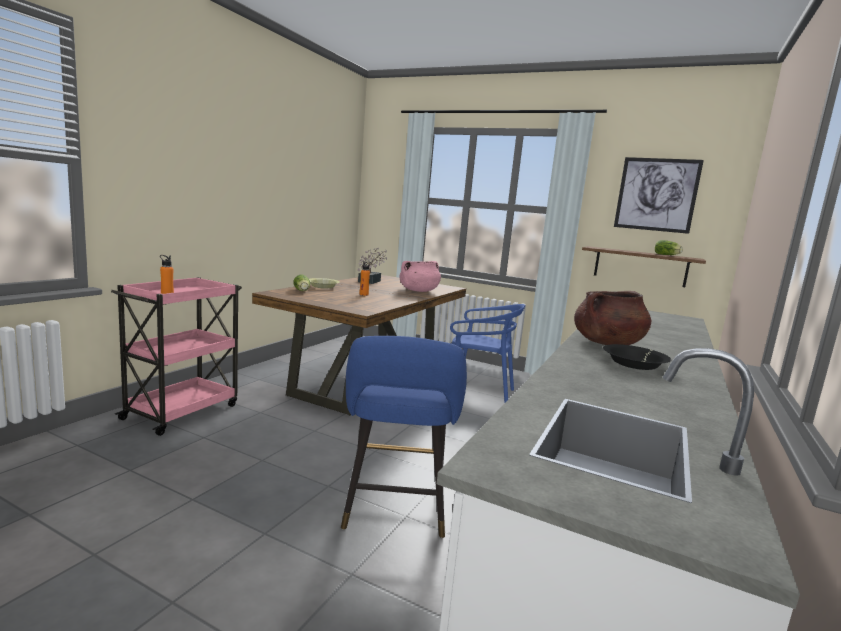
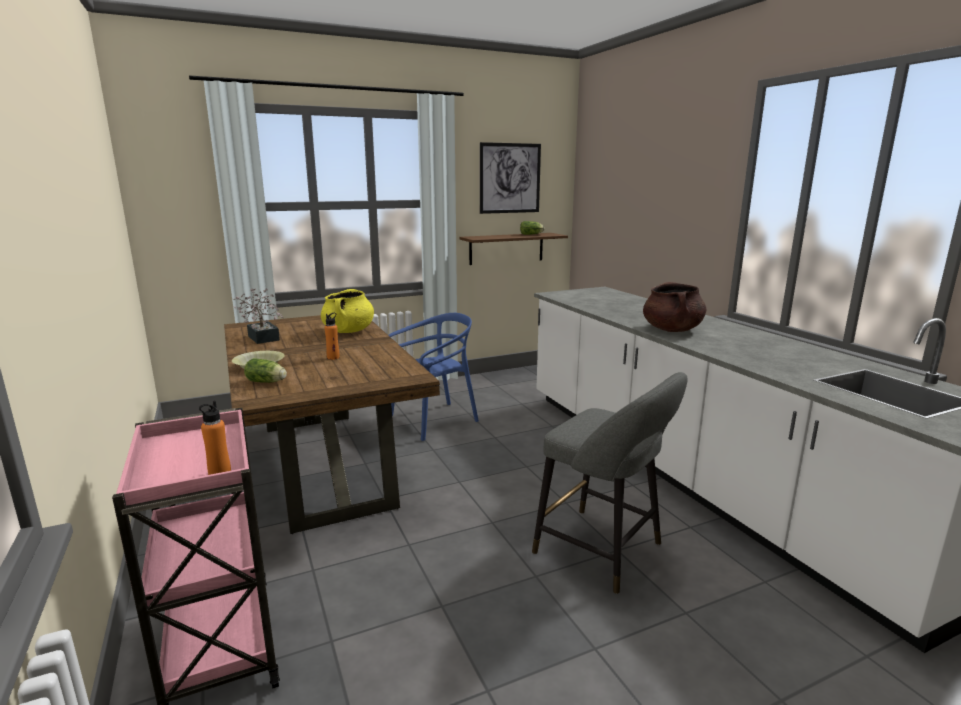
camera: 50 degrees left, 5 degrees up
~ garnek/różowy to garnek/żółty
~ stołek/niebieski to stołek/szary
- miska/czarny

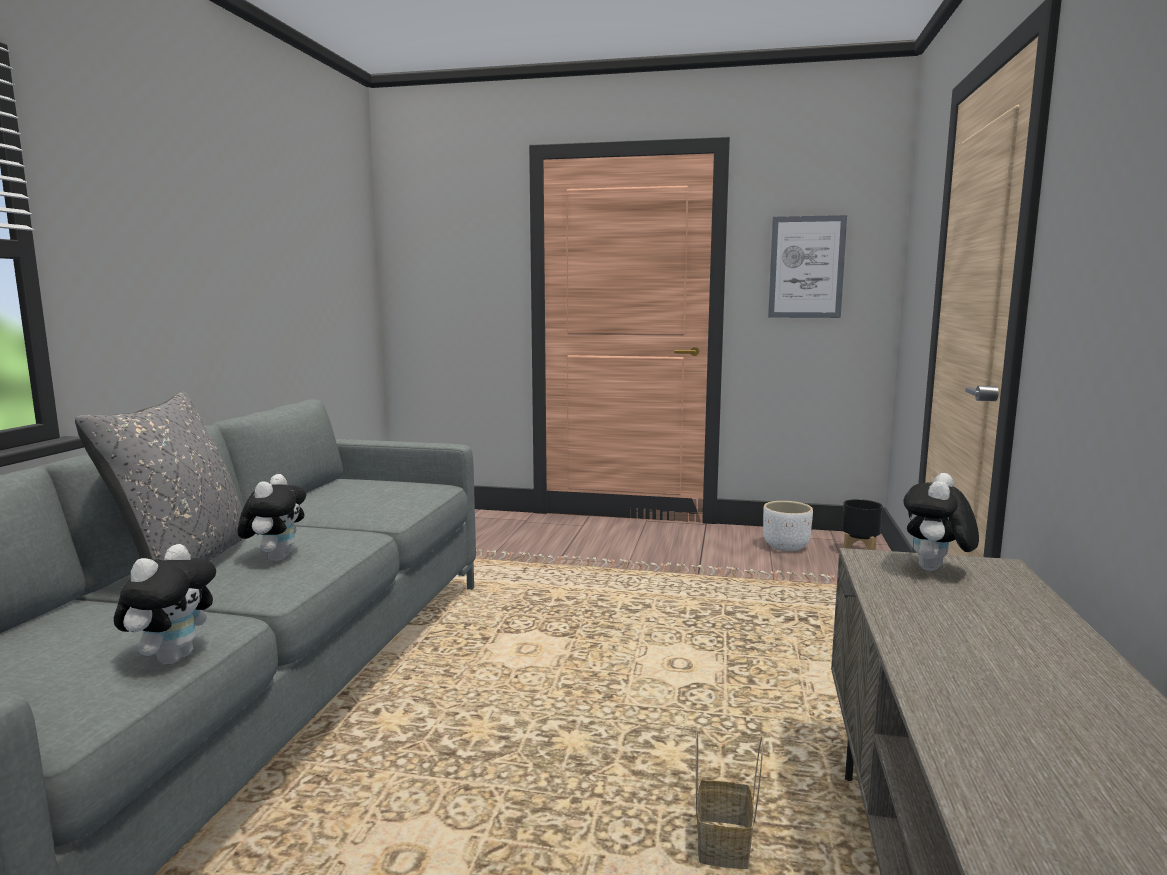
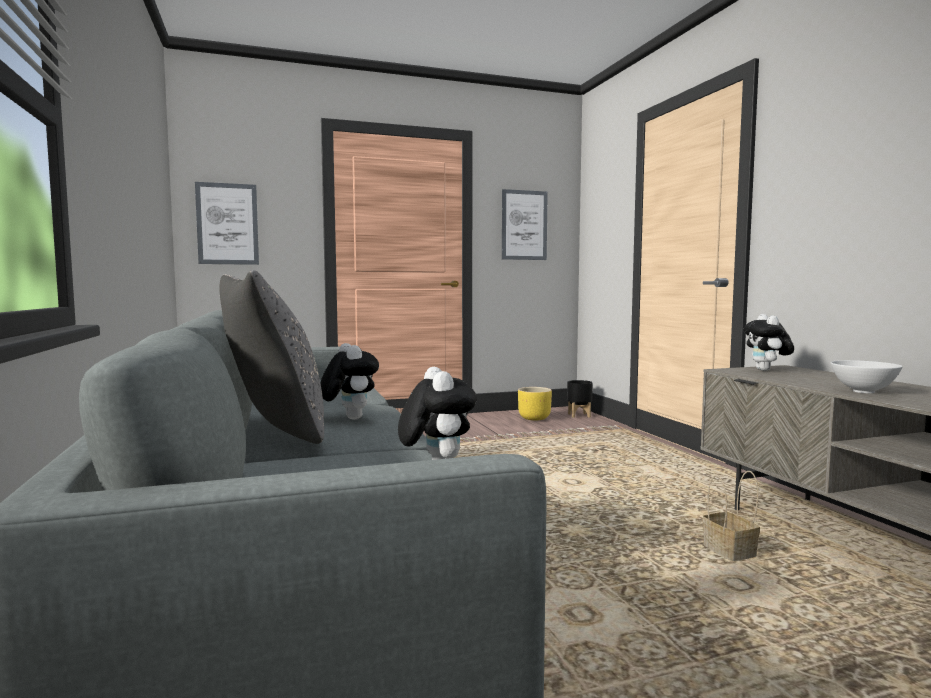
camera: 30 degrees left, 5 degrees down
+ obraz (1st from left)
~ donica/biały to donica/żółty
+ miska/biały

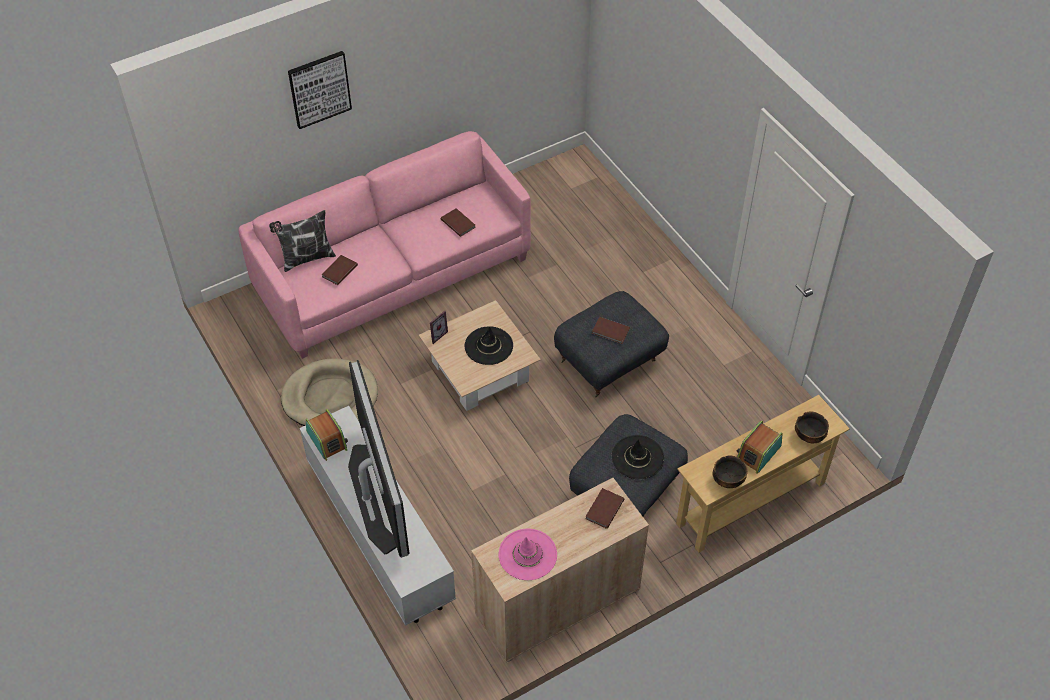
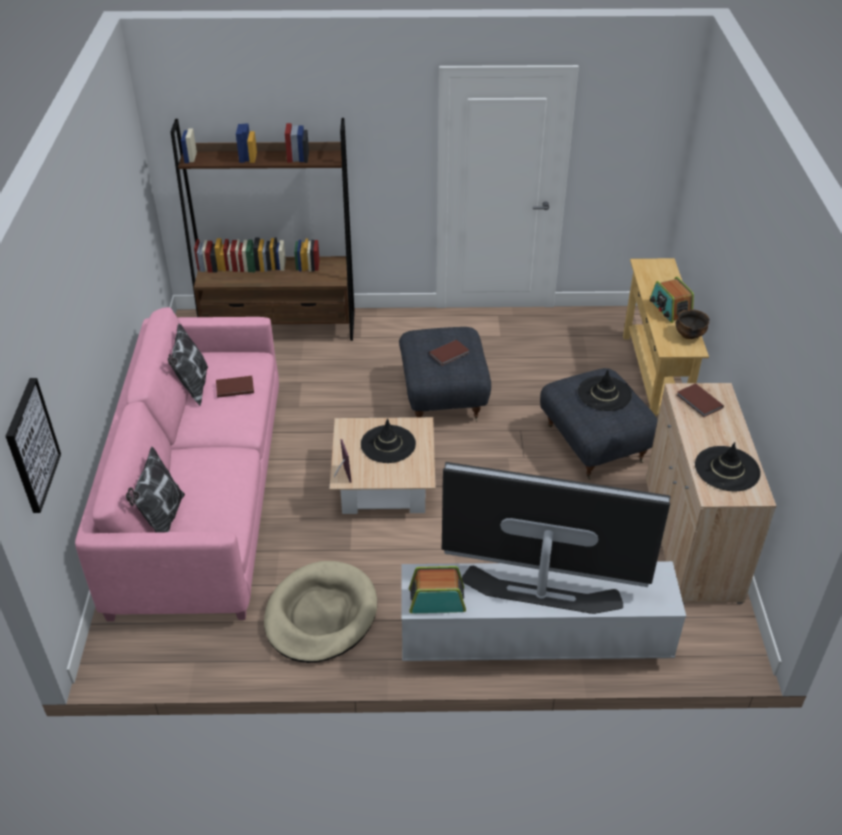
camera: 60 degrees left, 10 degrees down
~ obraz
+ poduszka (2nd from left)
+ regał/brązowy
~ kapelusz/różowy to kapelusz/czarny (3rd from left)
- książka/brązowy (1st from left)
- miska (2nd from left)

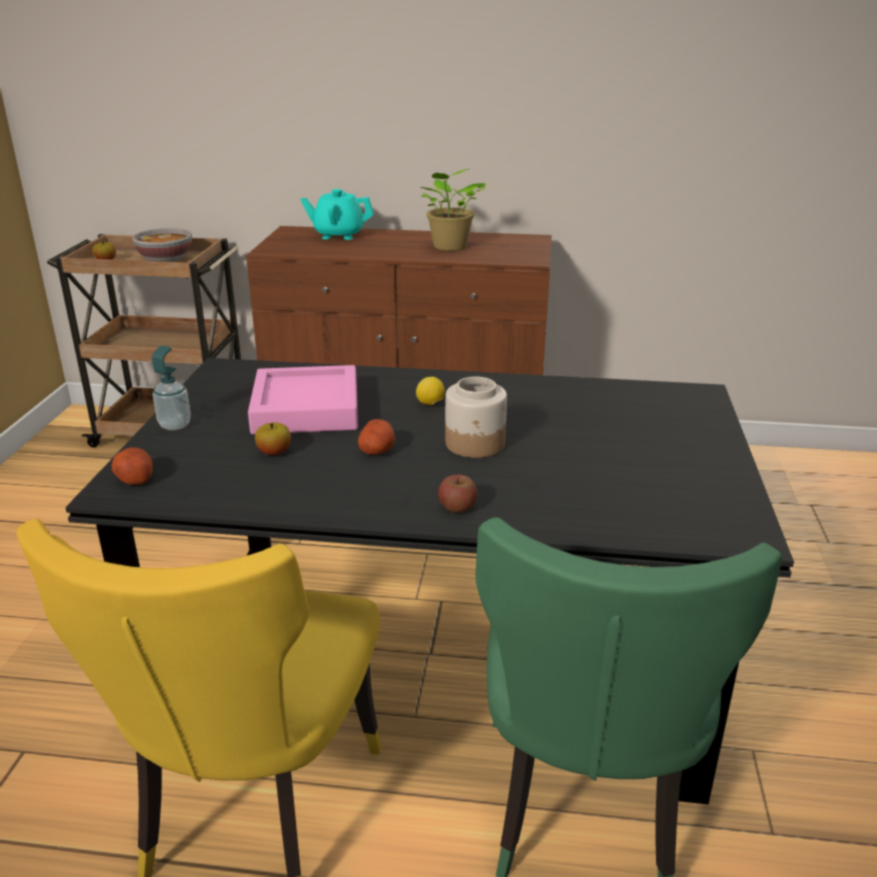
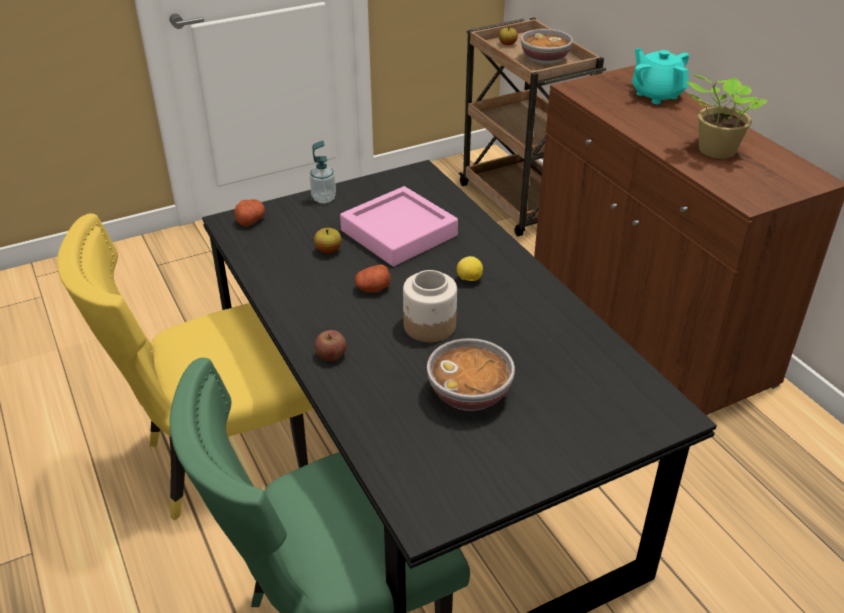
camera: 55 degrees right, 10 degrees up
+ miska (1st from left)

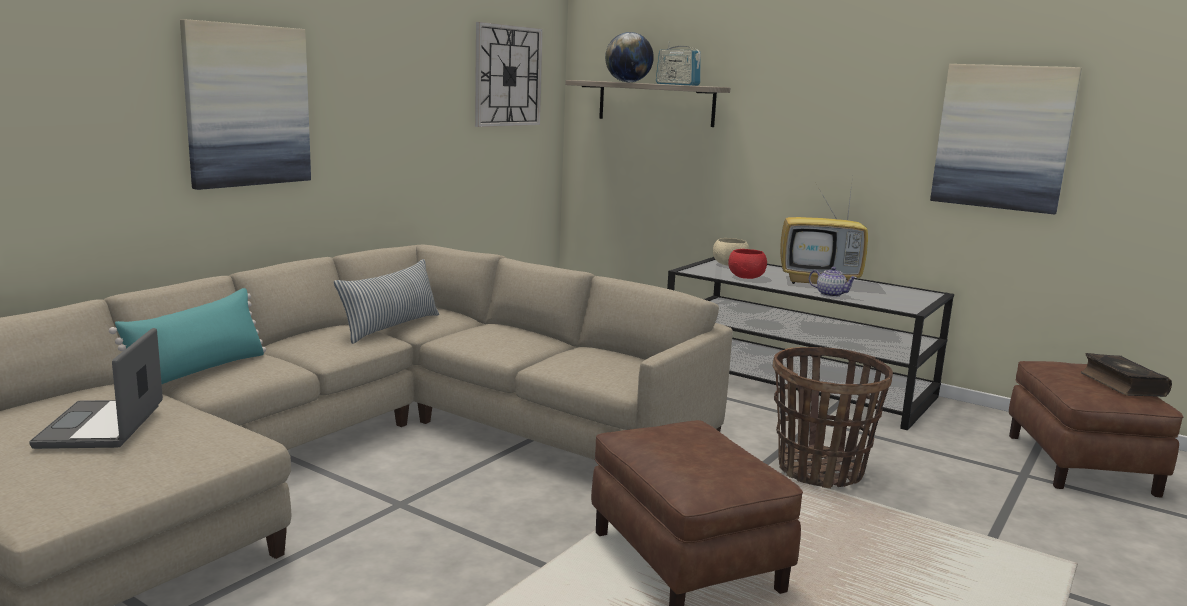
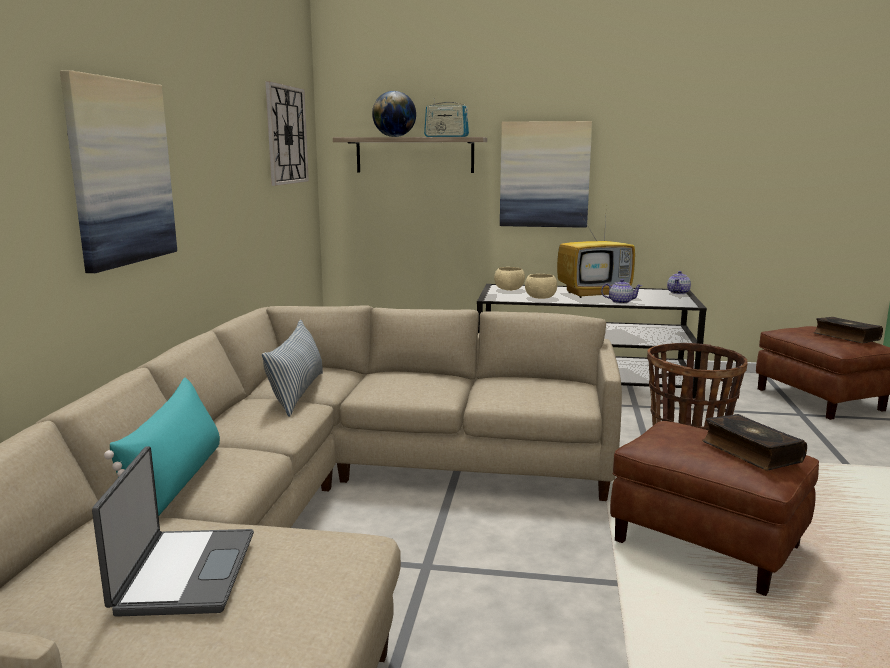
camera: 25 degrees left, 0 degrees up
~ laptop 150 degrees counterclockwise
~ obraz (2nd from left)
~ miska/czerwony to miska/beżowy (2nd from left)
+ imbryk (2nd from left)
+ książka (1st from left)

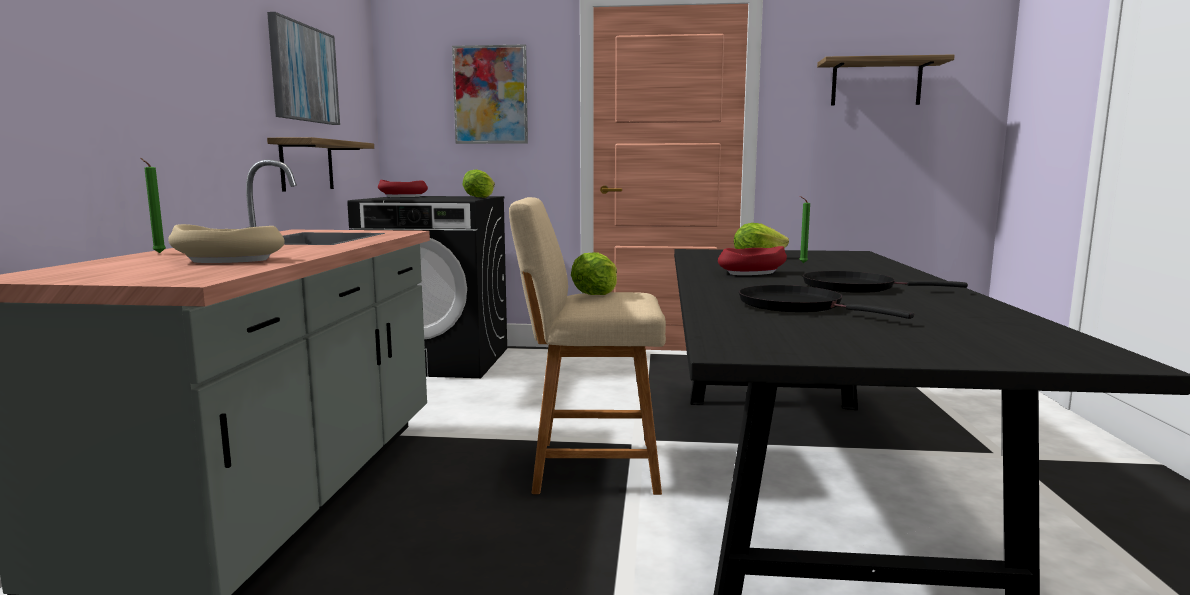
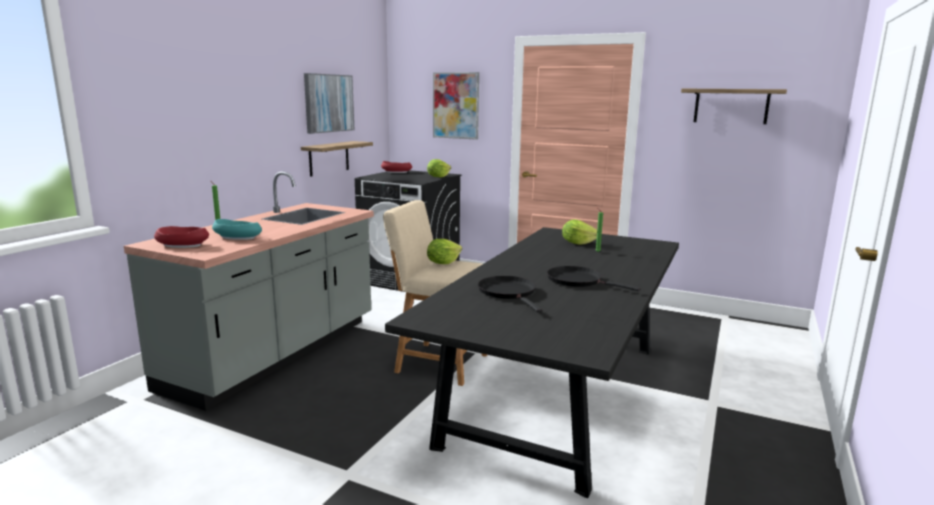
camera: 20 degrees right, 5 degrees up
~ miska/czerwony (2nd from left in the first image) to miska/czerwony (1st from left)
~ miska/beżowy to miska/turkusowy

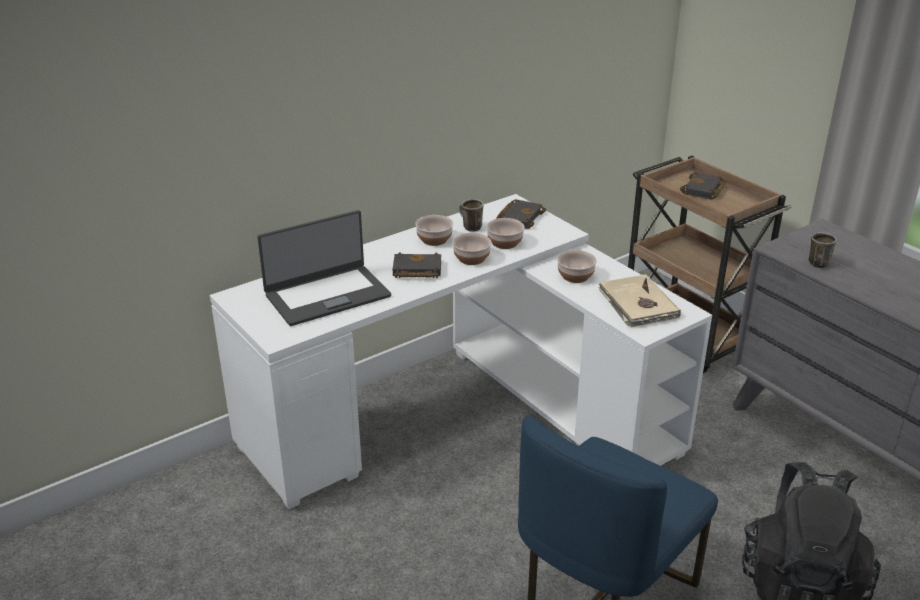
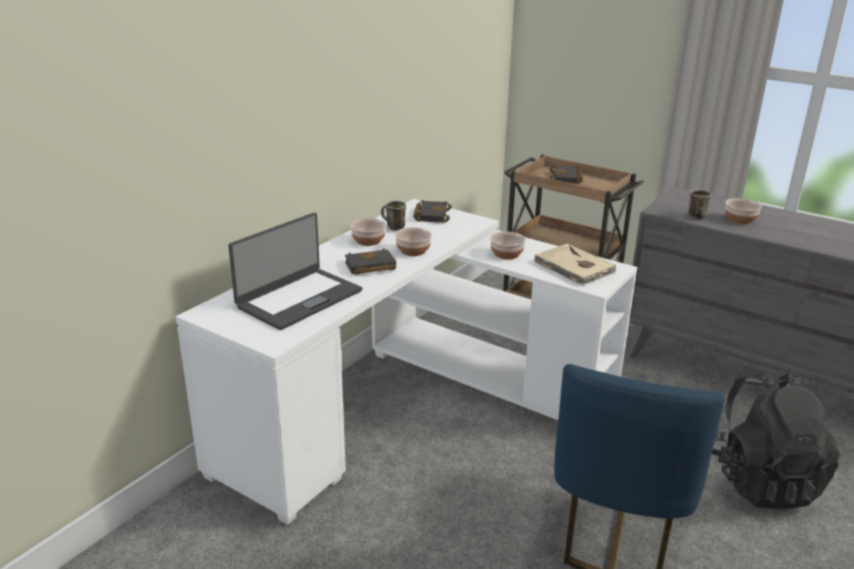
camera: 20 degrees left, 5 degrees down
~ miska (3rd from left in the first image) to miska (4th from left)

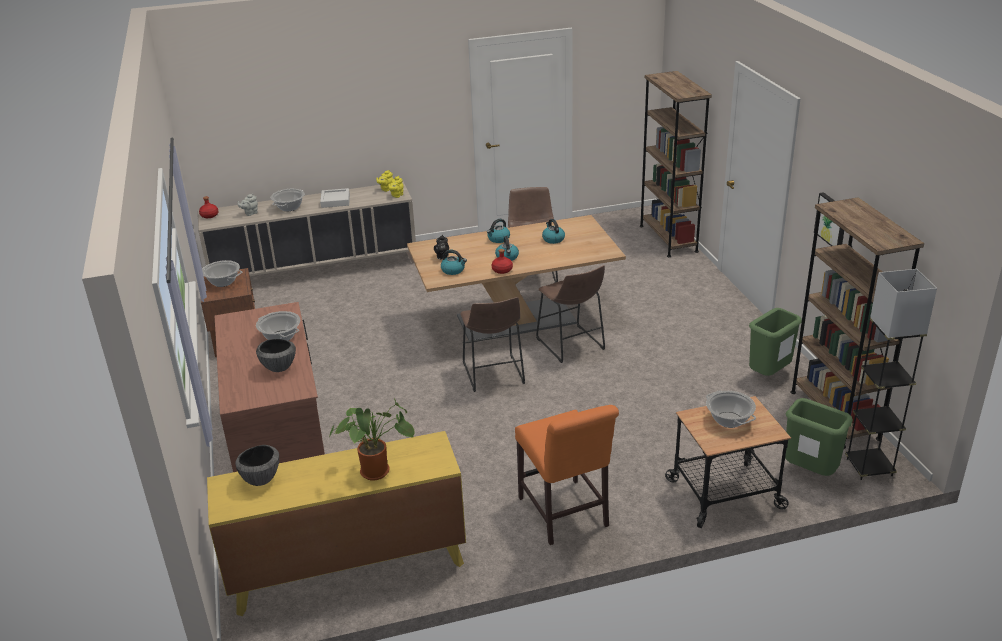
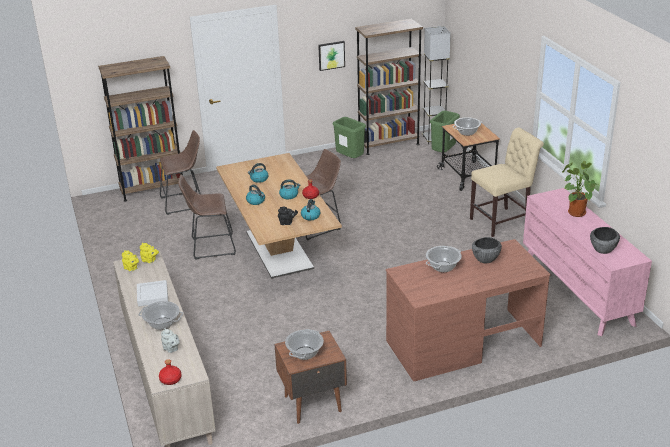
camera: 95 degrees left, 0 degrees up
~ stołek/brązowy (1st from left)
~ krzesło/pomarańczowy to krzesło/beżowy
~ komoda/żółty to komoda/różowy

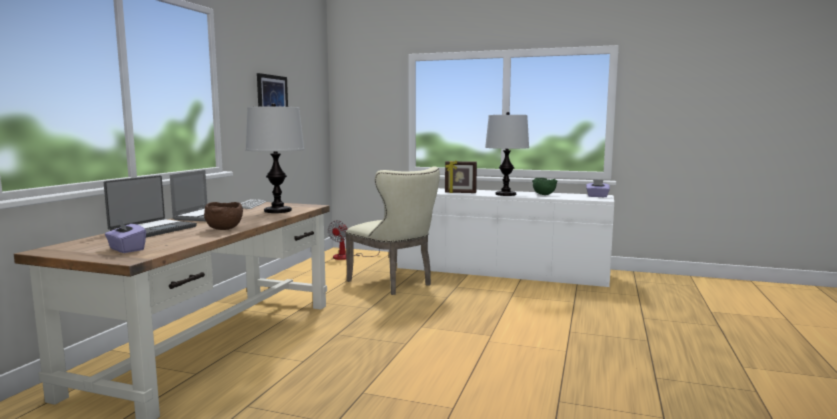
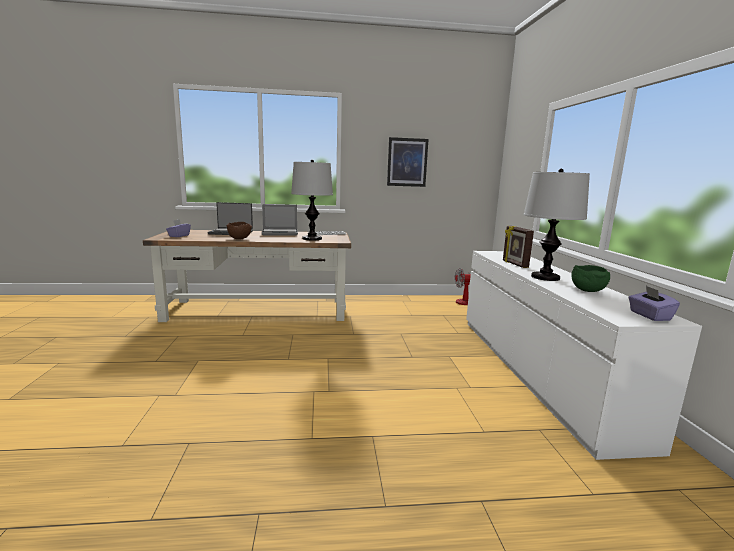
camera: 65 degrees right, 5 degrees up
- krzesło/beżowy

